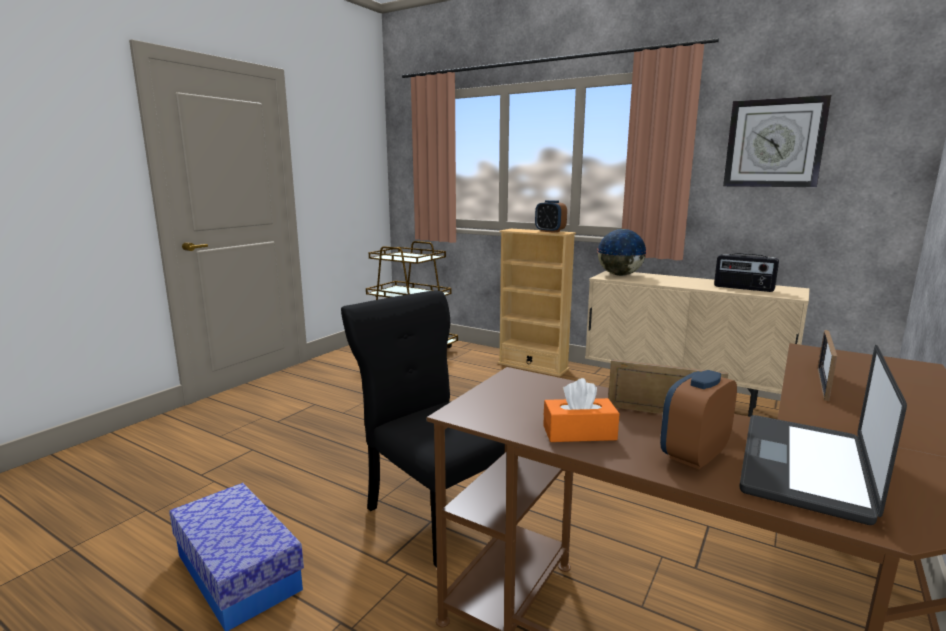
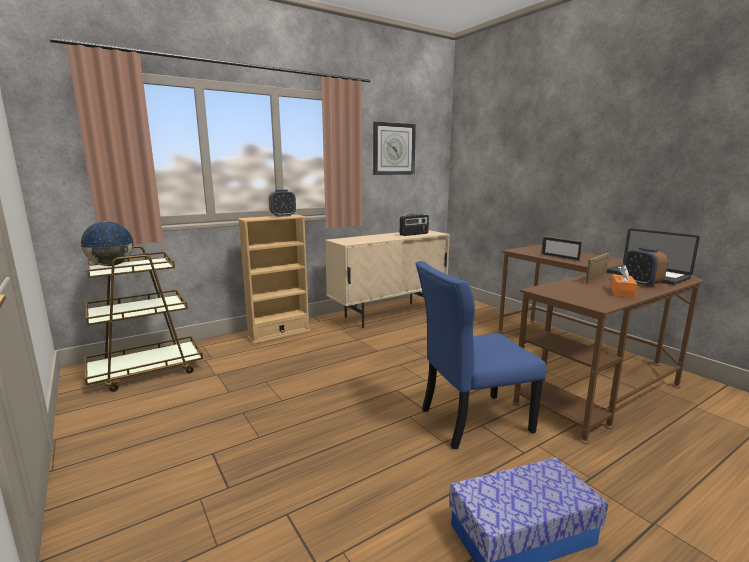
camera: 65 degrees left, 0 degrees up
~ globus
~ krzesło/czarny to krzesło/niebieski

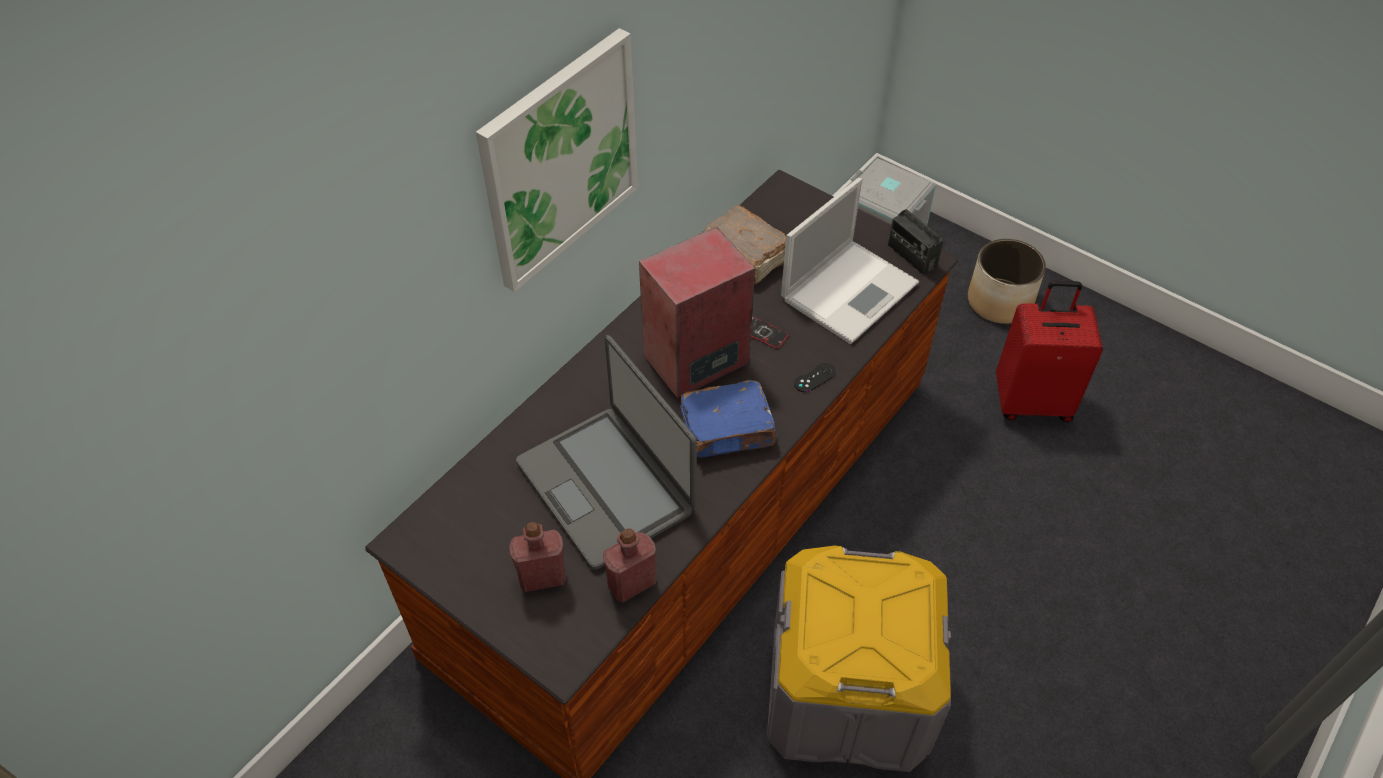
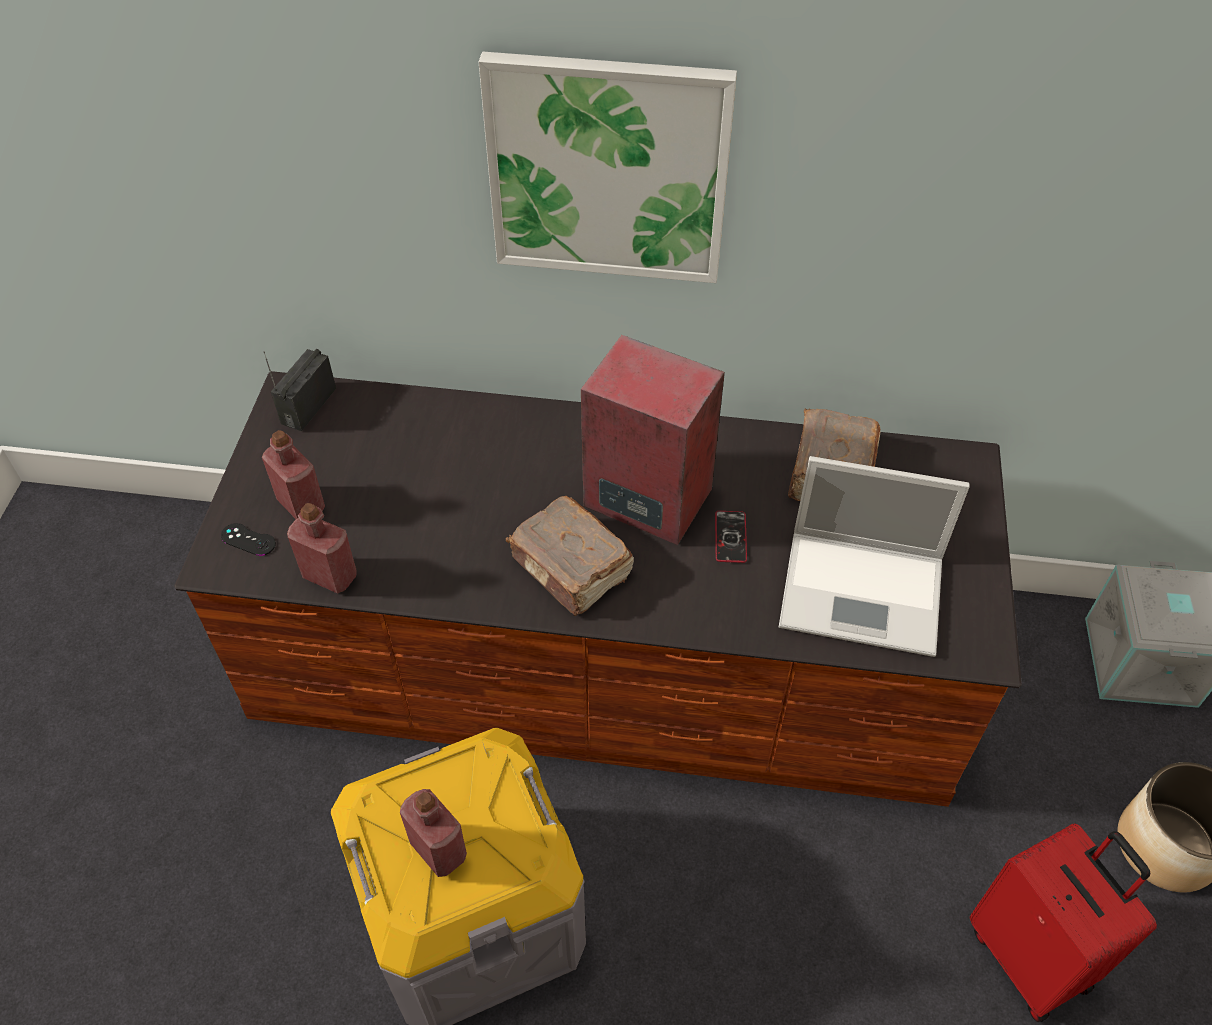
camera: 60 degrees right, 0 degrees up
~ pad do gier/czarny
~ radio
+ butelka/czerwony (3rd from left)
~ książka/niebieski to książka/brązowy (1st from left)
- laptop (1st from left)

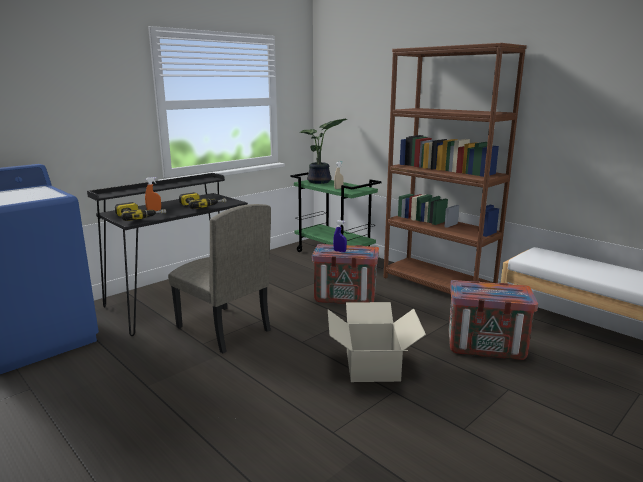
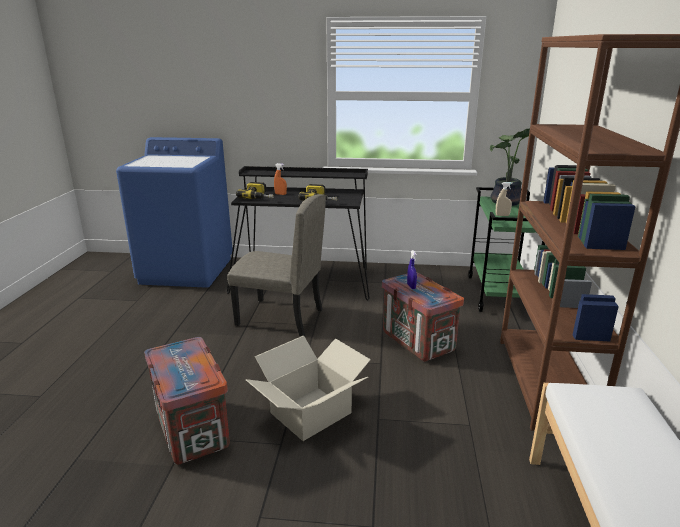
camera: 50 degrees right, 5 degrees up
~ skrzynka (2nd from left in the first image) to skrzynka (1st from left)
~ krzesło/beżowy 75 degrees counterclockwise

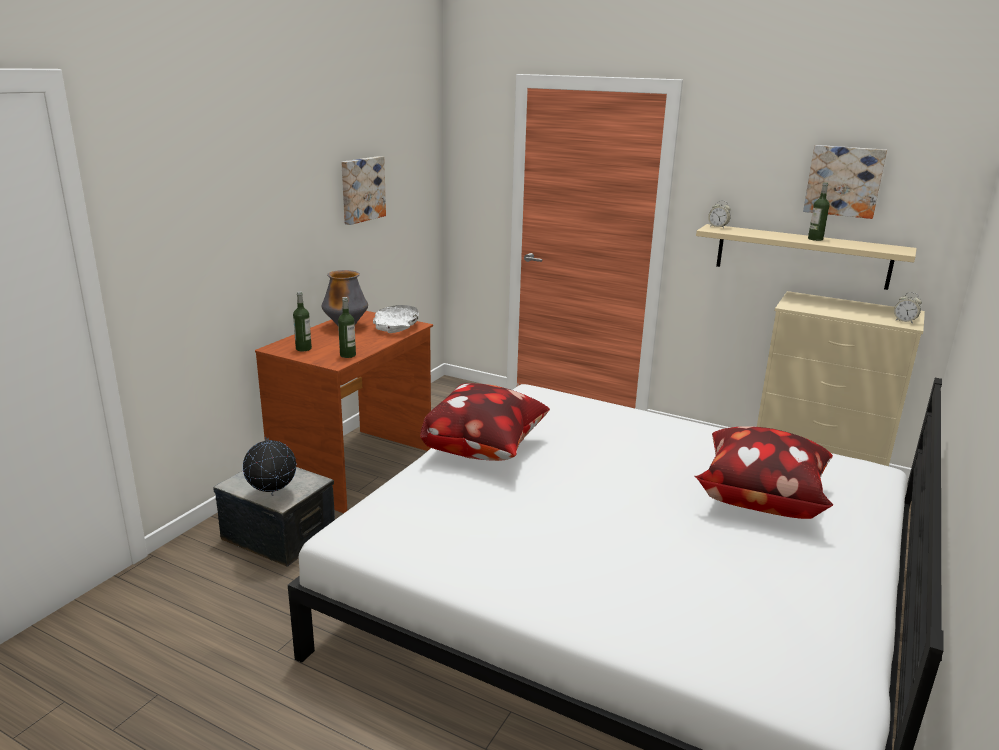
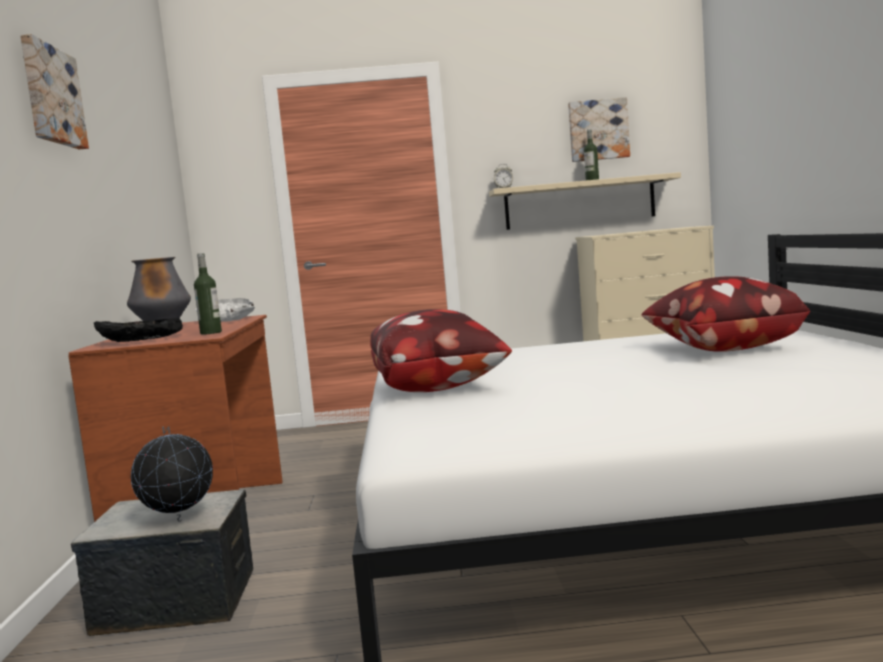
camera: 30 degrees left, 15 degrees down
~ obraz (1st from left)
~ butelka (1st from left) to miska/czarny
- budzik (2nd from left)

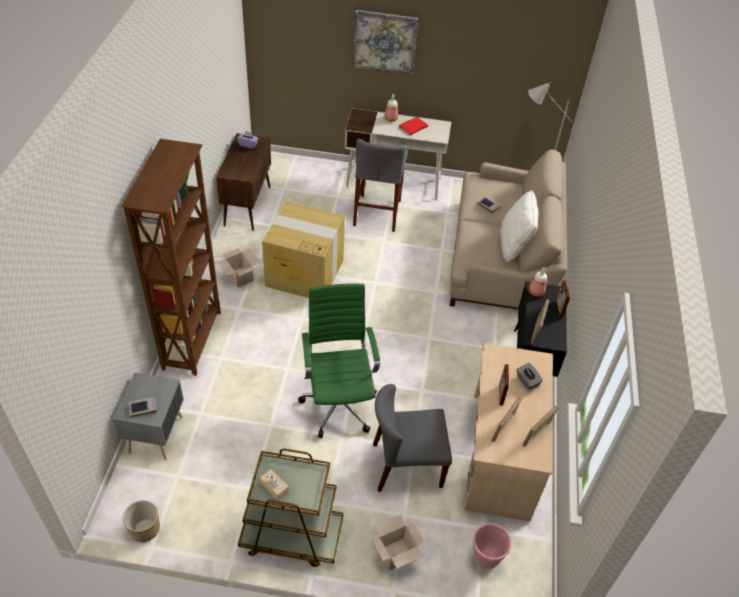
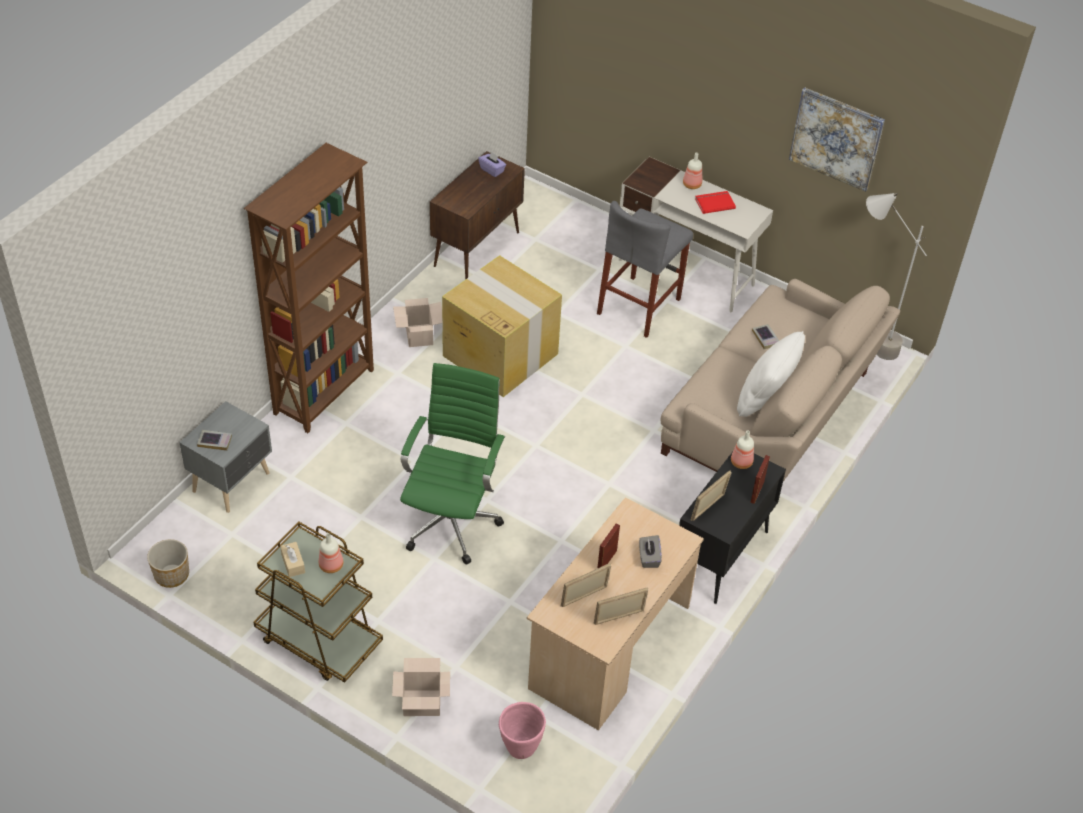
camera: 25 degrees right, 0 degrees up
+ butelka (1st from left)
~ obraz
- krzesło/szary

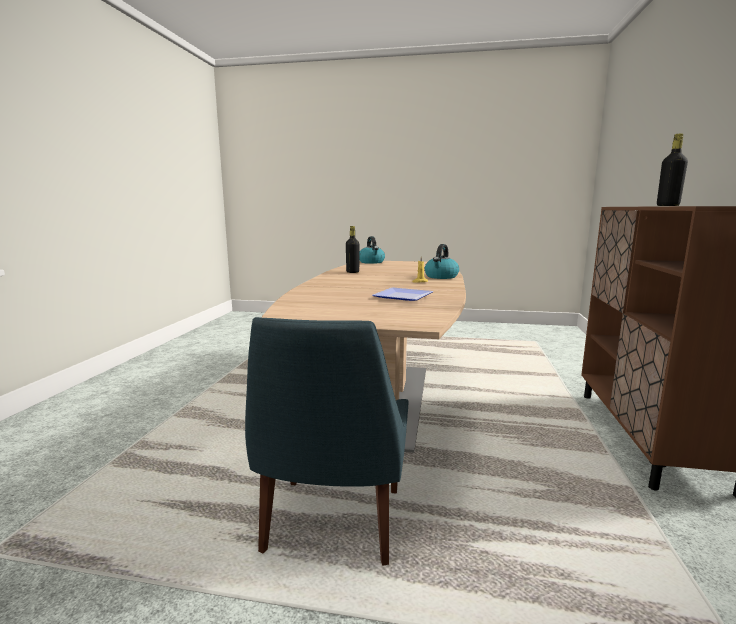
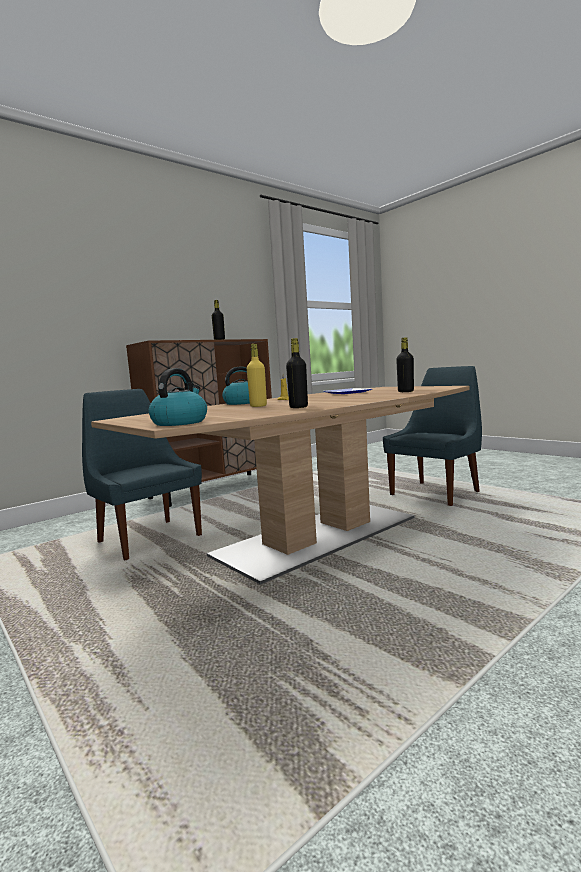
camera: 140 degrees left, 5 degrees down
+ krzesło/niebieski (1st from left)
+ butelka/żółty
+ butelka/czarny (3rd from left)

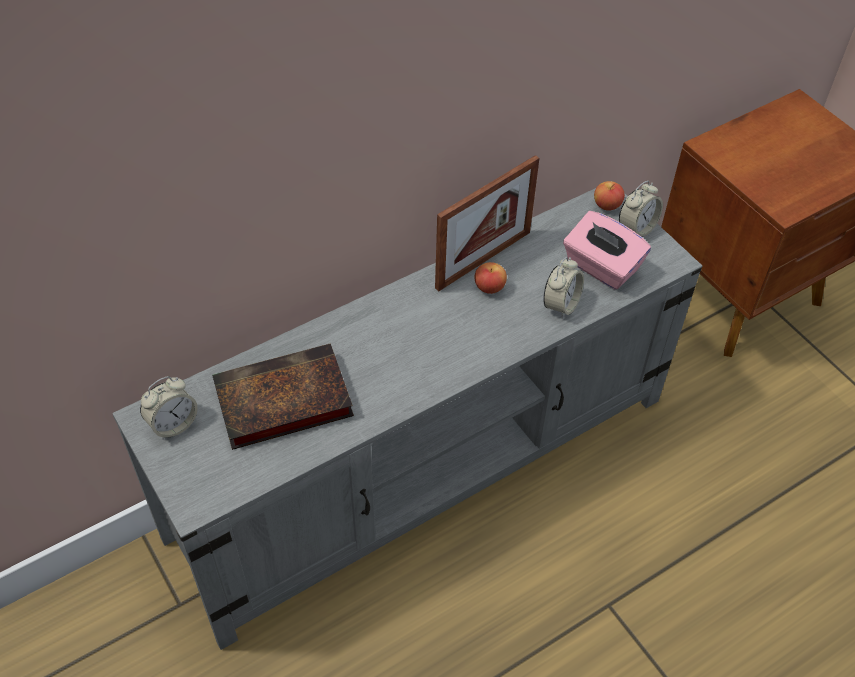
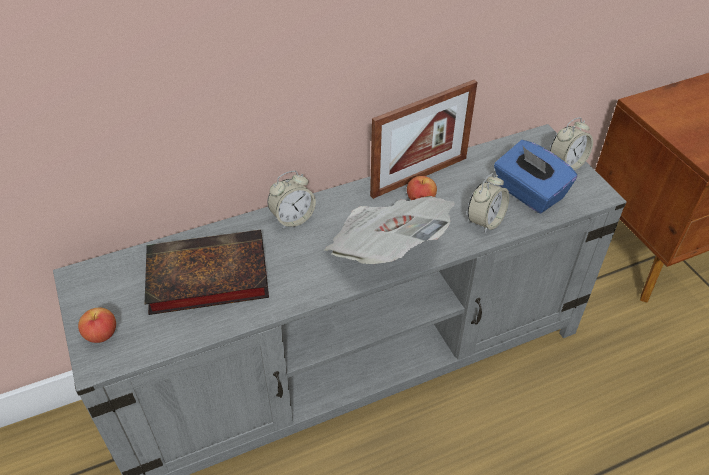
camera: 10 degrees right, 5 degrees down
~ jabłko (2nd from left in the first image) to jabłko (1st from left)
~ budzik (1st from left)
+ gazeta
~ pudełko chusteczek/różowy to pudełko chusteczek/niebieski

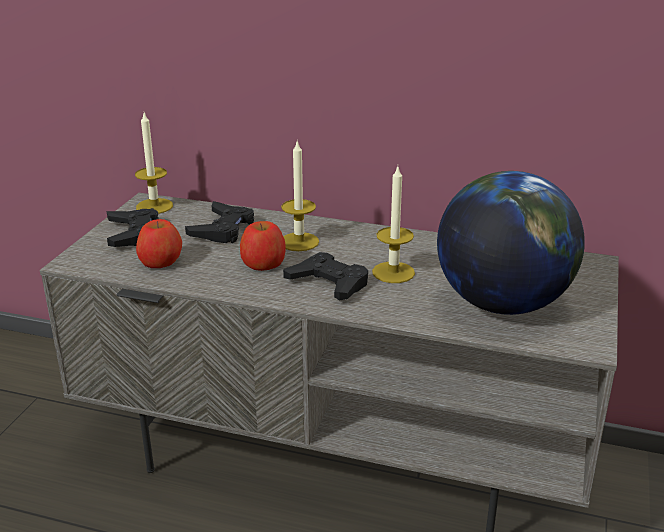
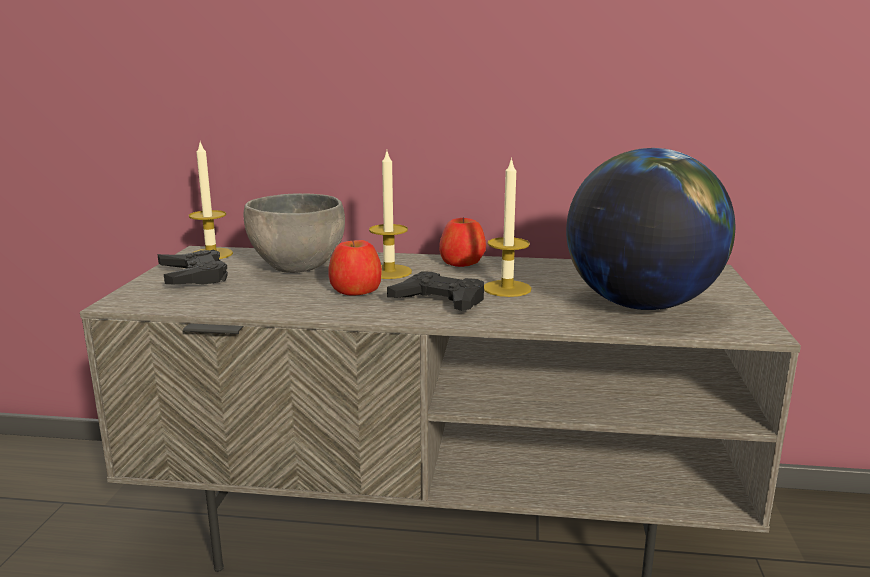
camera: 10 degrees left, 10 degrees down
~ pad do gier/czarny (2nd from left) to miska/szary
~ jabłko (1st from left in the first image) to jabłko (2nd from left)

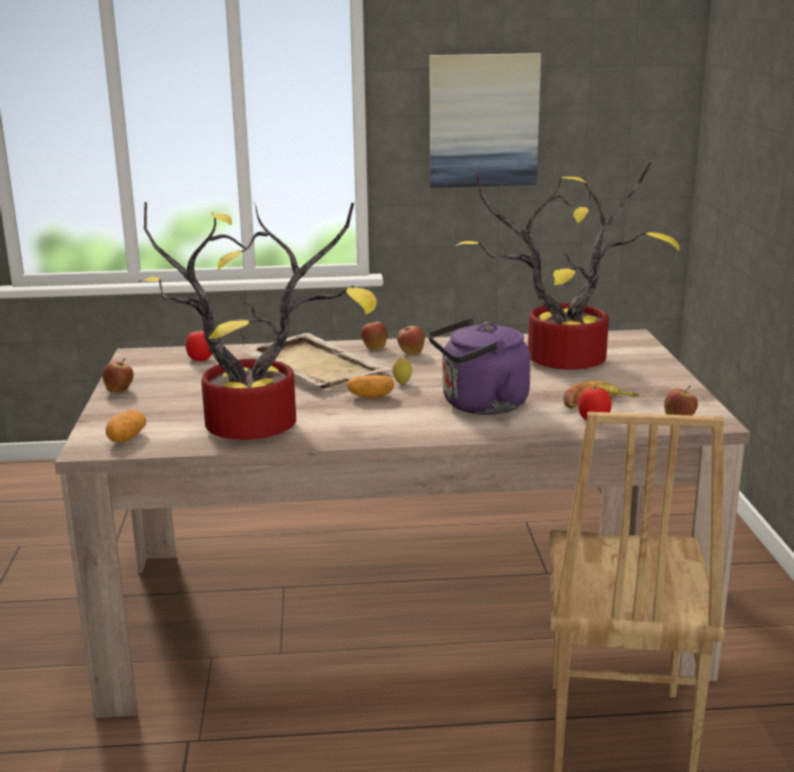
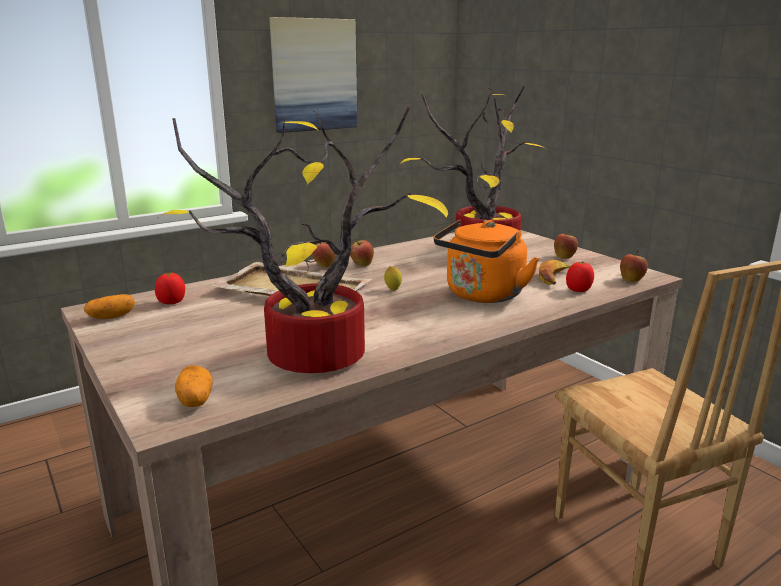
camera: 30 degrees left, 0 degrees up
~ ziemniak (2nd from left in the first image) to ziemniak (1st from left)
~ czajnik/fioletowy to czajnik/pomarańczowy
~ jabłko (1st from left in the first image) to jabłko (3rd from left)

